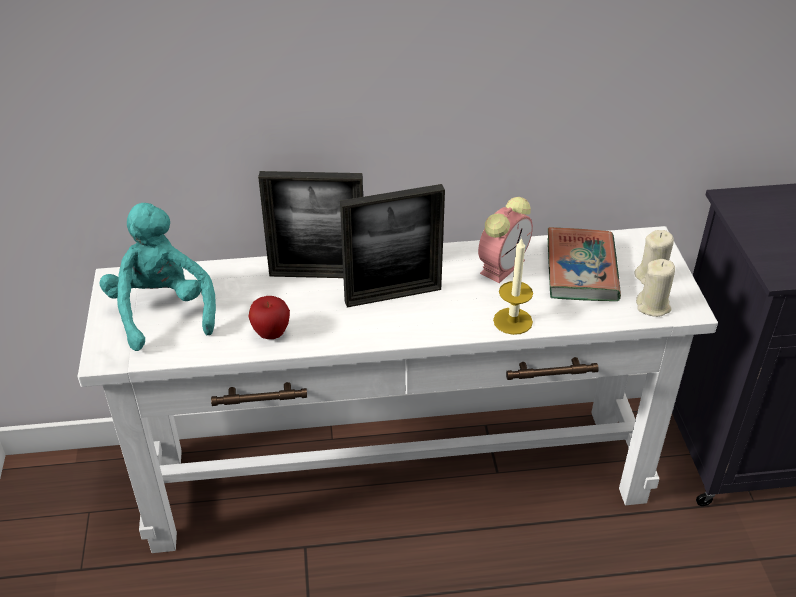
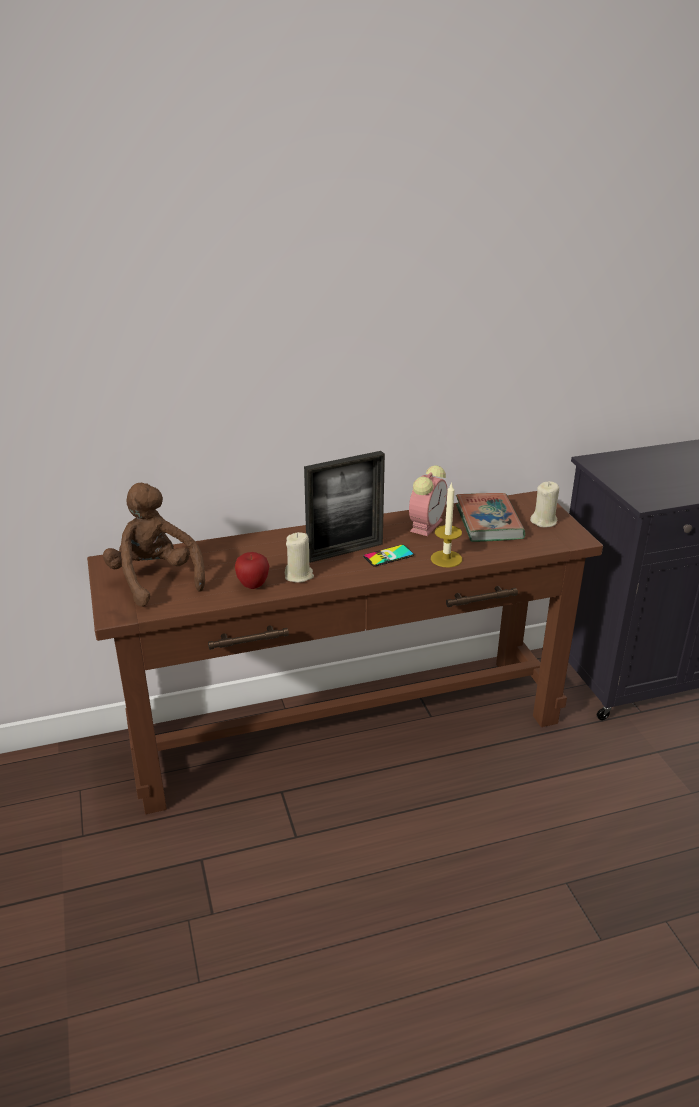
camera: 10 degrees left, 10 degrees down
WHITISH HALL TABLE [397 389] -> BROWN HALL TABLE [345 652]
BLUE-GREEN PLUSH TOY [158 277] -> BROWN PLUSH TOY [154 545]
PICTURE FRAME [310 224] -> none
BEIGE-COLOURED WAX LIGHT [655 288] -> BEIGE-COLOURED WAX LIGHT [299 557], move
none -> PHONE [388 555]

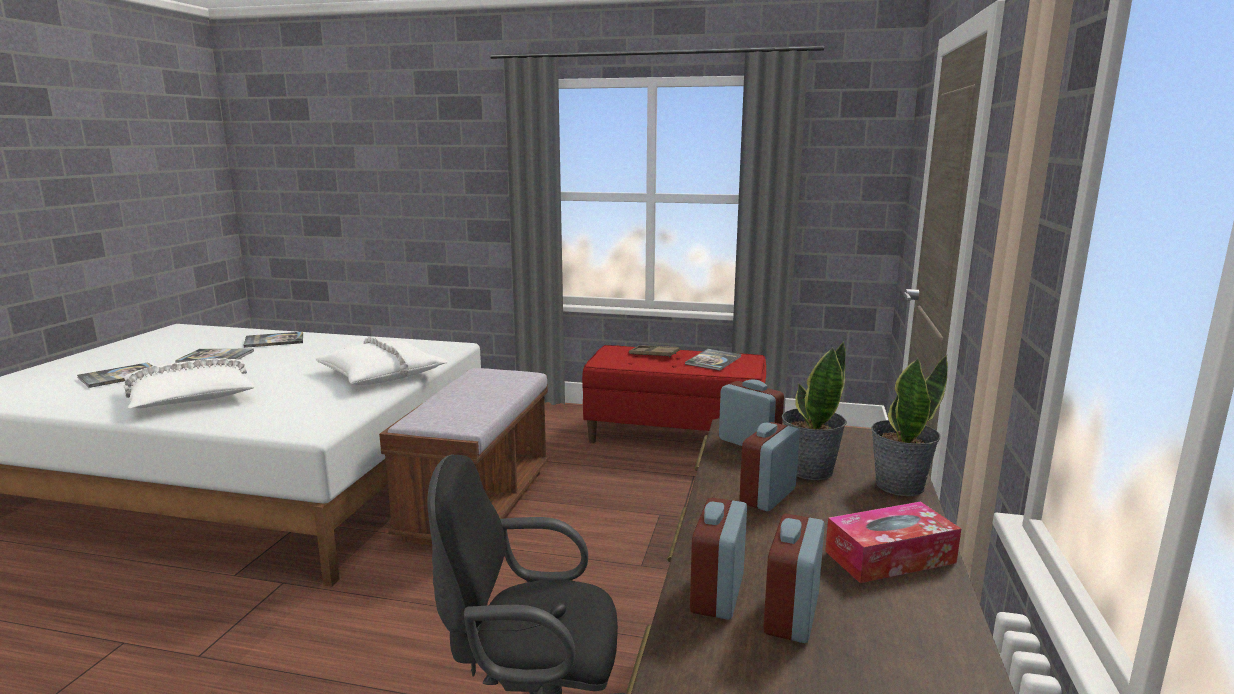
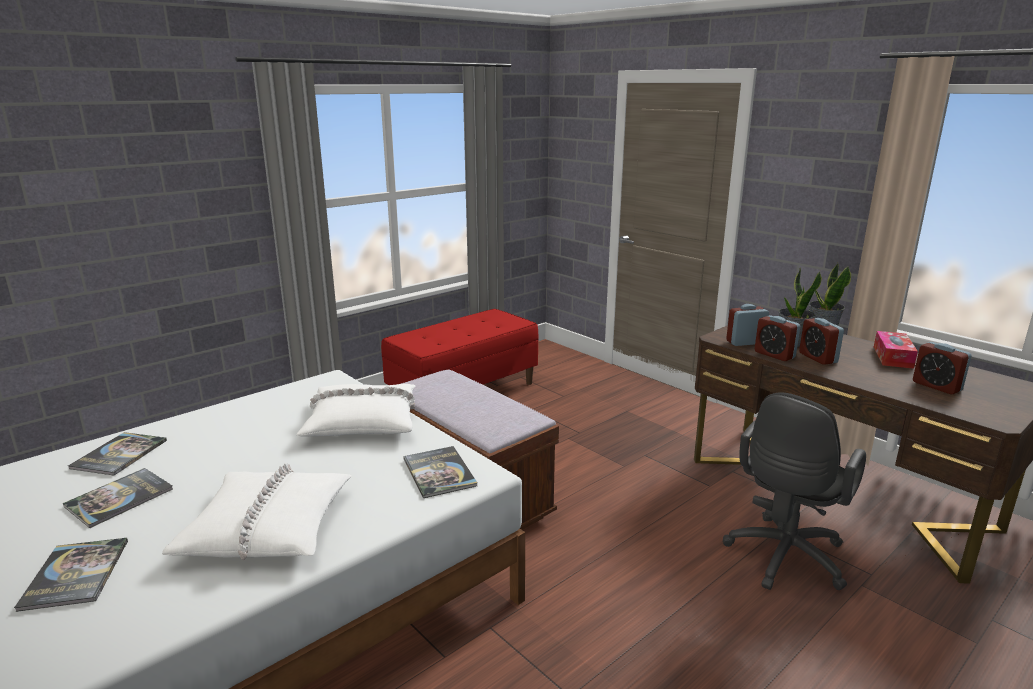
camera: 55 degrees left, 5 degrees up
BROWN SERVING TRAY [654 351] -> none
BOOK [713 360] -> BOOK [440 472], move
ALARM CLOCK [718 559] -> ALARM CLOCK [777 338], move

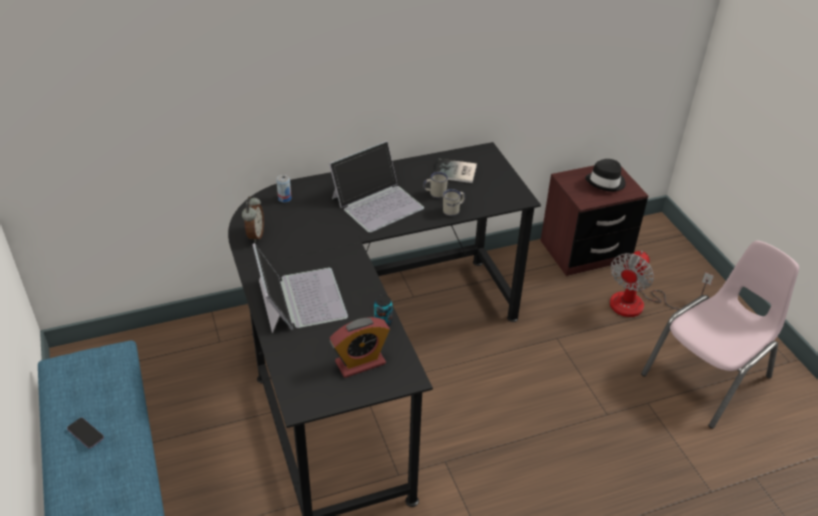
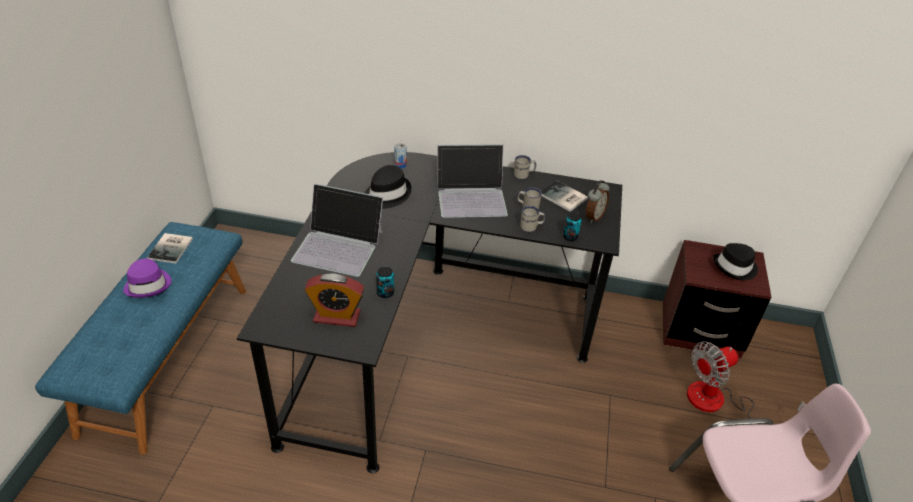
camera: 30 degrees right, 0 degrees up
PHONE [85 433] -> PURPLISH HAT [147 278]
ALARM CLOCK [253 219] -> ALARM CLOCK [598 201], move
PORTABLE COMPUTER [300 288] -> PORTABLE COMPUTER [337 230], 90 degrees clockwise
none -> BOOK [170 248]
none -> BLACK HAT [388 187]
none -> WHITISH COFFEE MUG [525 167]
none -> SEALED CAN [572 226]

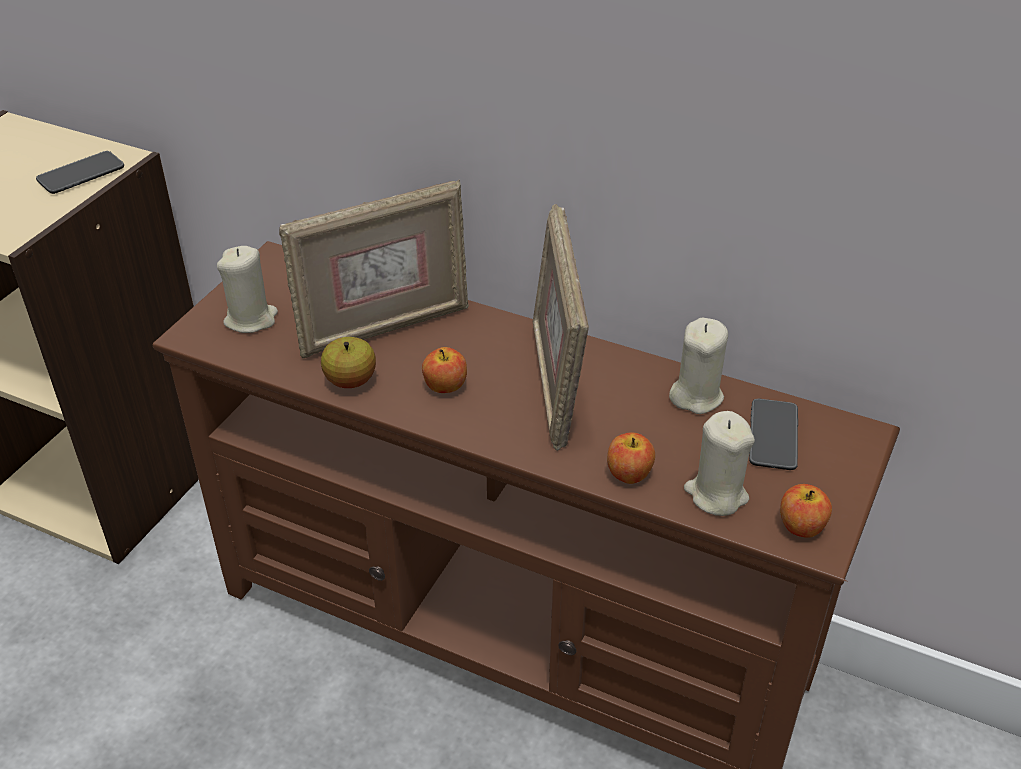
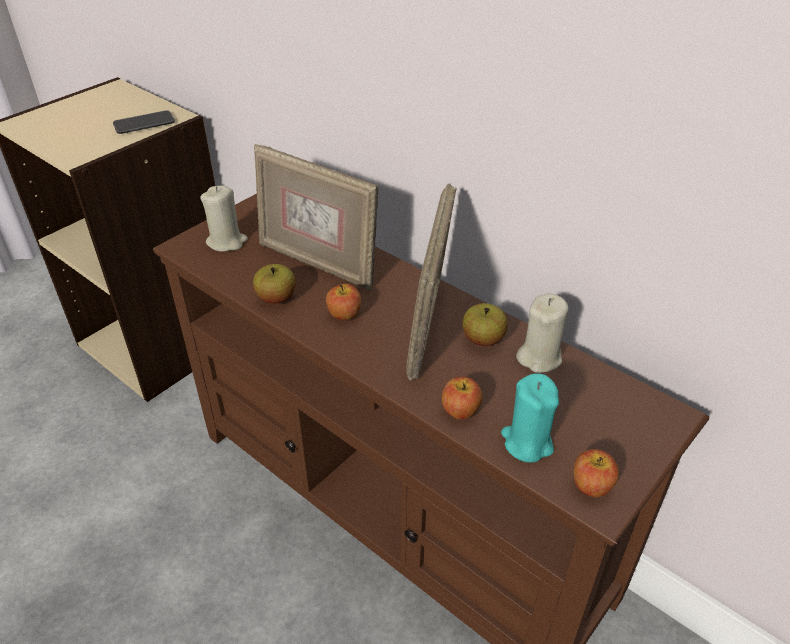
camera: 15 degrees right, 0 degrees up
PICTURE FRAME [374 269] -> PICTURE FRAME [316 217], 45 degrees clockwise
BEIGE-COLOURED WAX LIGHT [719 463] -> BLUE-GREEN WAX LIGHT [530 418]
PHONE [773 434] -> none
none -> APPLE [485 324]

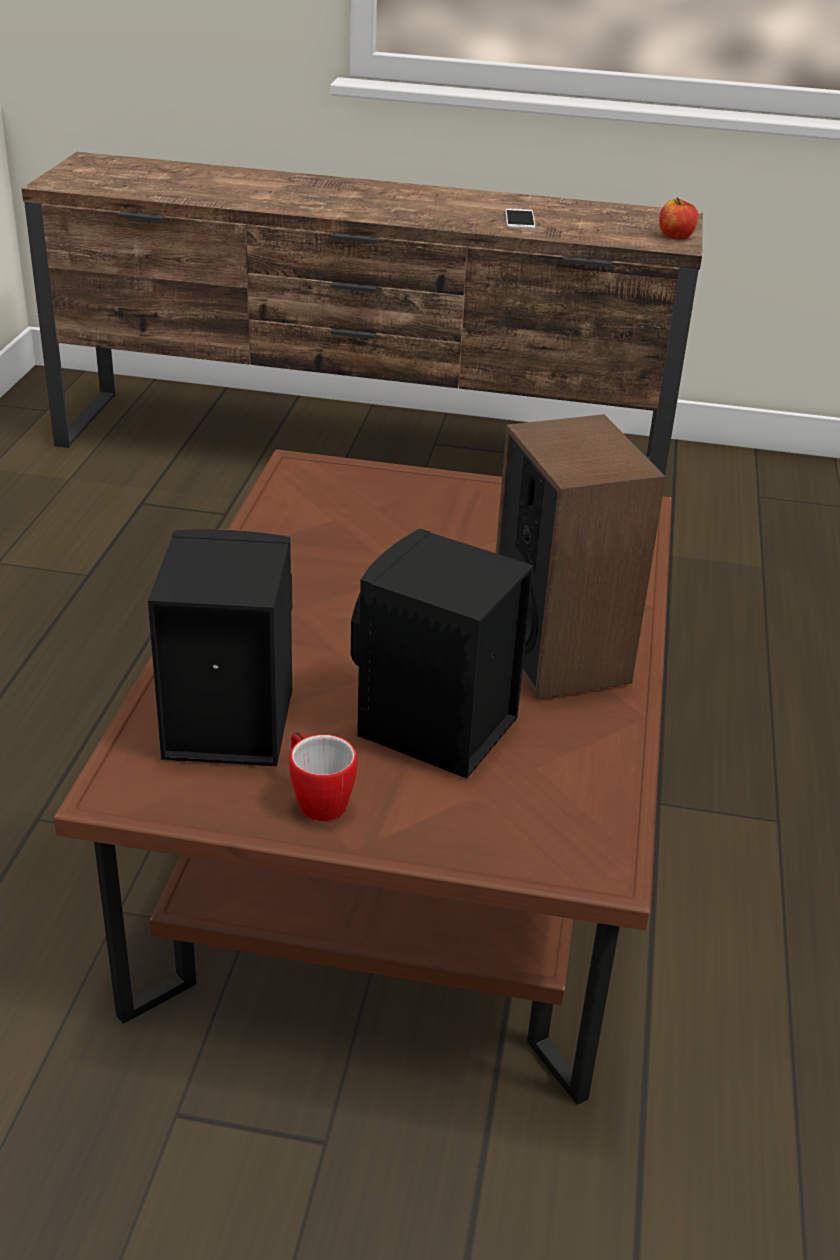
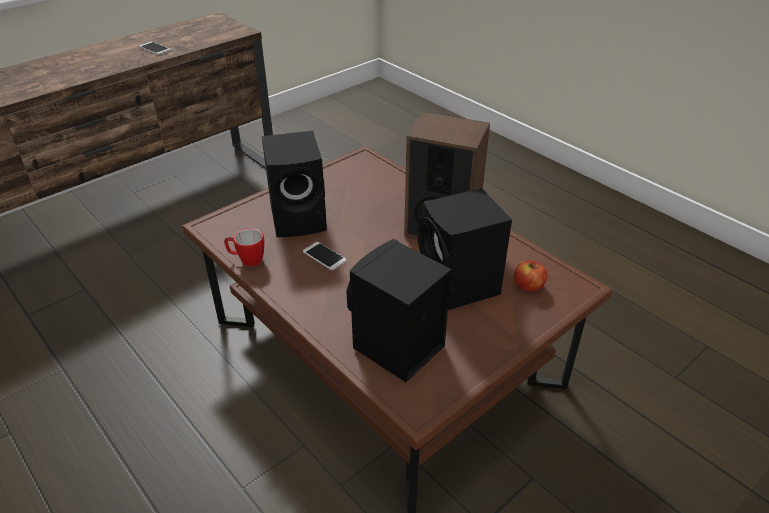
camera: 50 degrees left, 5 degrees up
COFFEE MUG [323 776] -> COFFEE MUG [244 247], move
APPLE [678 218] -> APPLE [530 275], move
none -> BLACK AUDIO SPEAKER [294 184]
none -> PHONE [325 256]

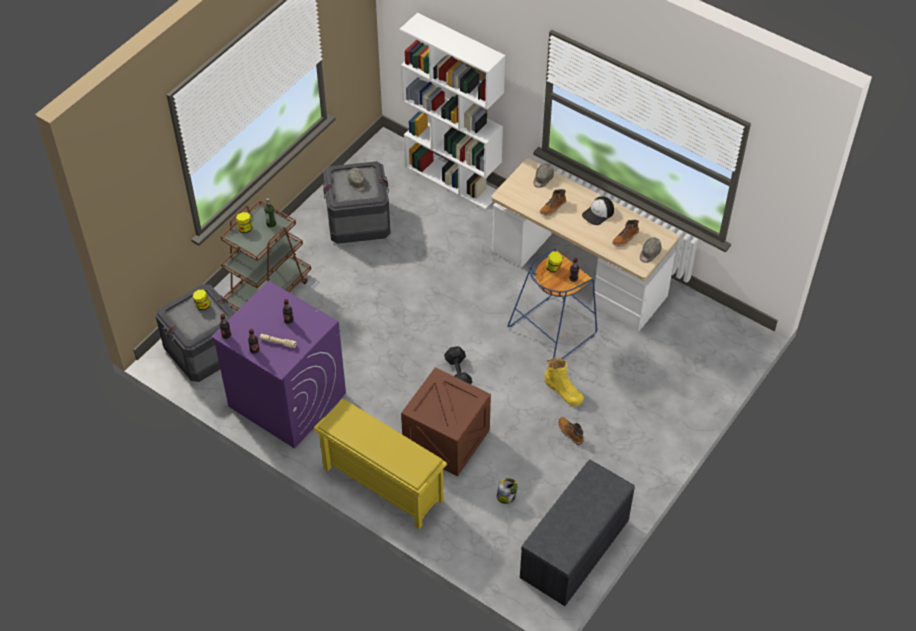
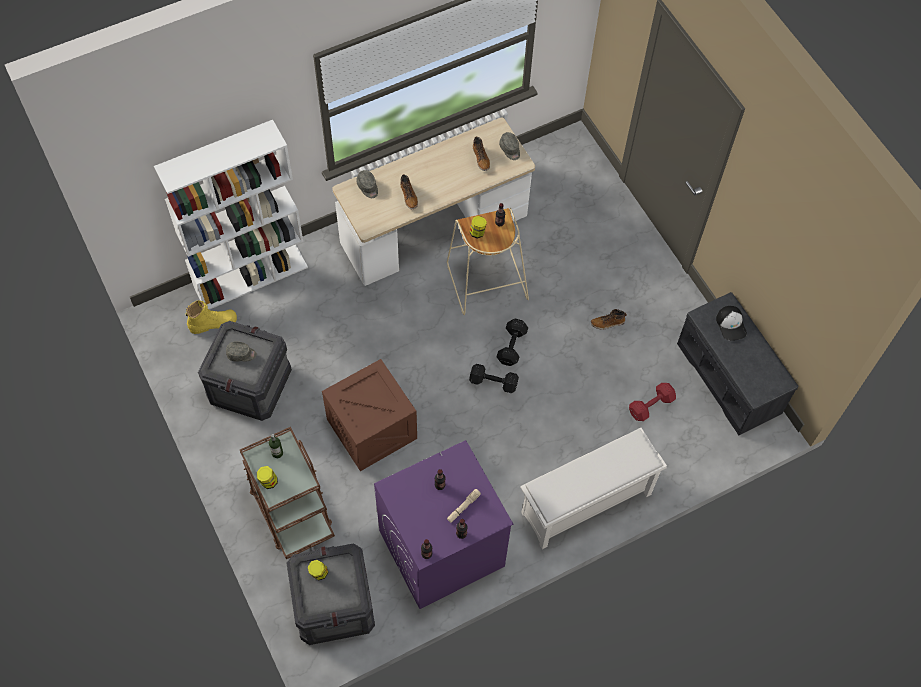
camera: 65 degrees left, 10 degrees up
YELLOW SHOE RACK [380 464] -> WHITISH SHOE RACK [593 488]
PACKING CRATE [446 421] -> PACKING CRATE [369 415], move
PRESERVE JAR [507 491] -> RED-COLOURED DUMBBELL [652 402]
BLUE SITTING STOOL [552 304] -> BEIGE-COLOURED SITTING STOOL [488 261]
YELLOW BOOT [564 382] -> YELLOW BOOT [211 317], move
CAP [598 210] -> CAP [731 323], move
none -> BLACK DUMBBELL [512 342]

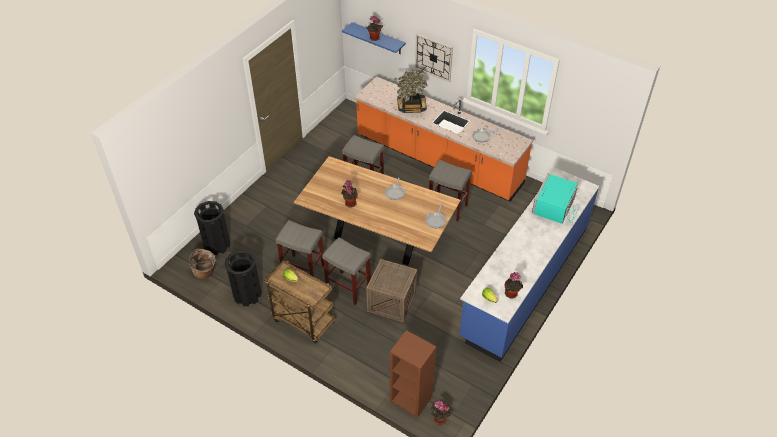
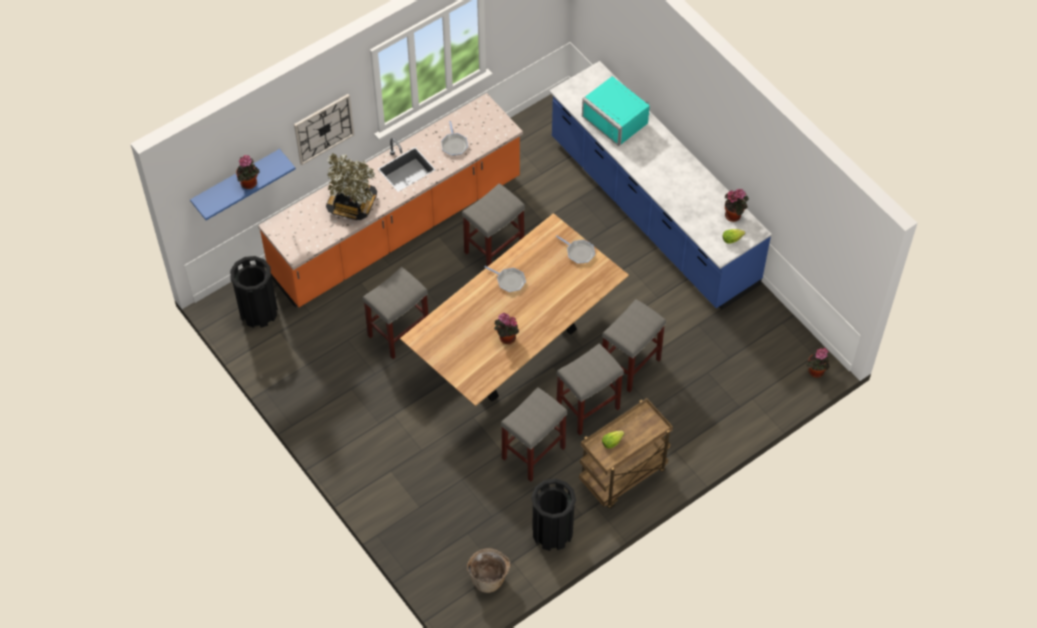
camera: 70 degrees left, 10 degrees up
BLACK TRASH CAN [212 228] -> BLACK TRASH CAN [254 292], move
PACKING CRATE [391 290] -> GREYISH SITTING STOOL [634 345]
BROWN BOOKSHELF [413 374] -> none

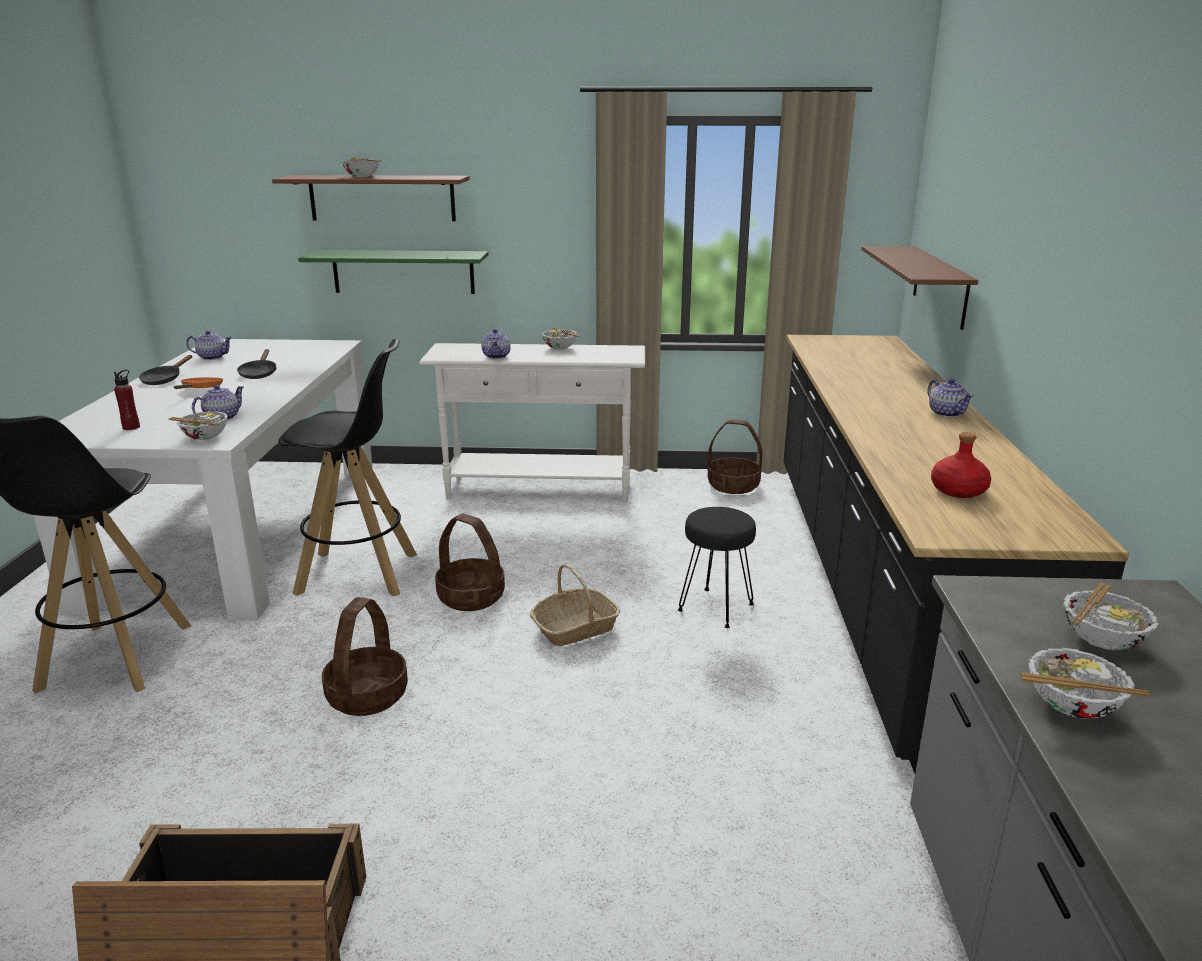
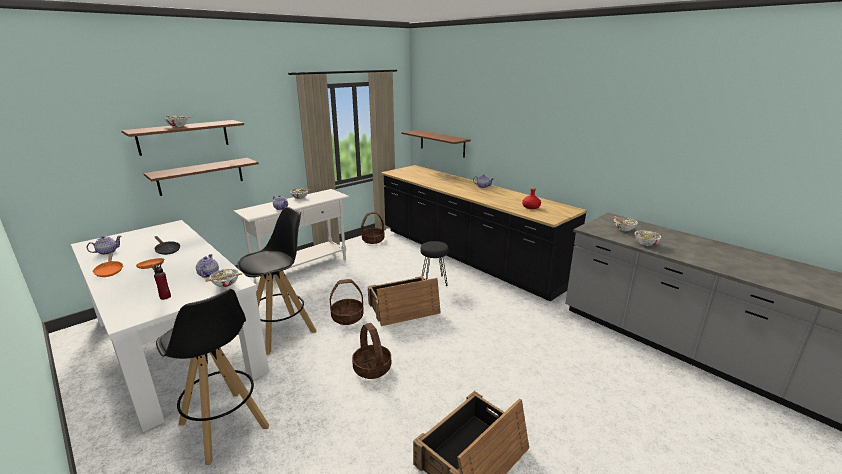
camera: 45 degrees left, 0 degrees up
BLACK FRYING PAN [165 370] -> ORANGE-COLOURED FRYING PAN [108 264]
GREENISH BRACKET SHELF [393 272] -> BROWN BRACKET SHELF [201 177]
BASKET [575 605] -> PACKING CRATE [404 301]

